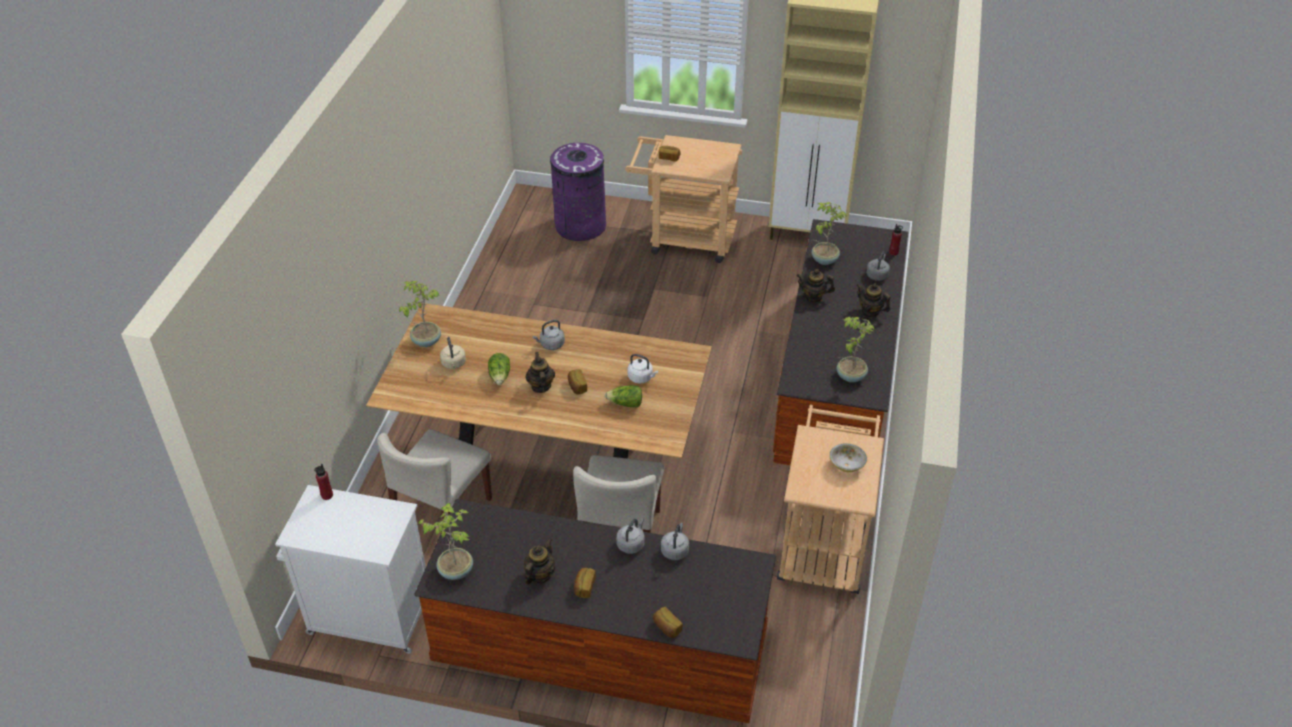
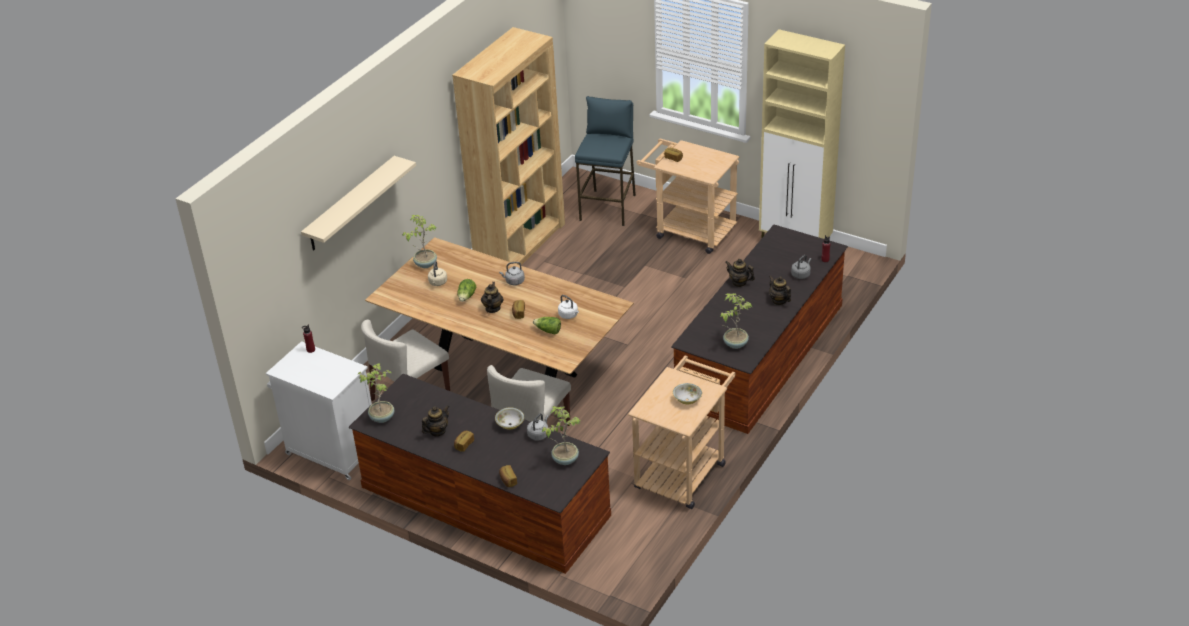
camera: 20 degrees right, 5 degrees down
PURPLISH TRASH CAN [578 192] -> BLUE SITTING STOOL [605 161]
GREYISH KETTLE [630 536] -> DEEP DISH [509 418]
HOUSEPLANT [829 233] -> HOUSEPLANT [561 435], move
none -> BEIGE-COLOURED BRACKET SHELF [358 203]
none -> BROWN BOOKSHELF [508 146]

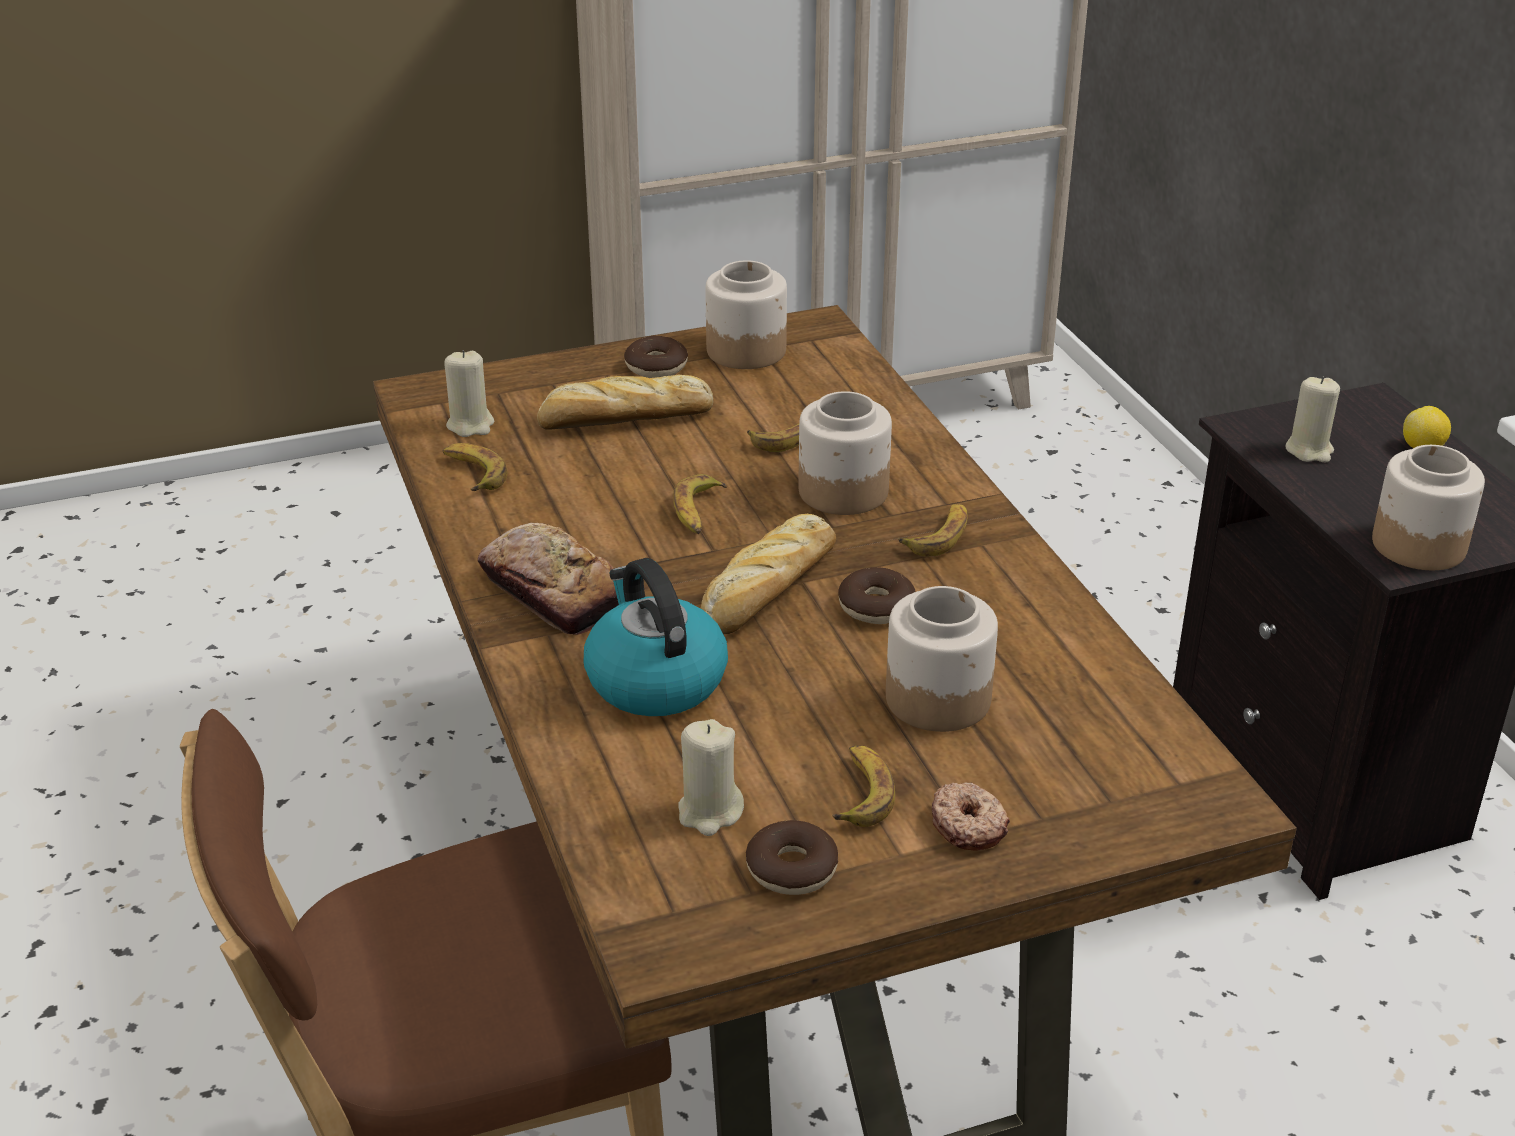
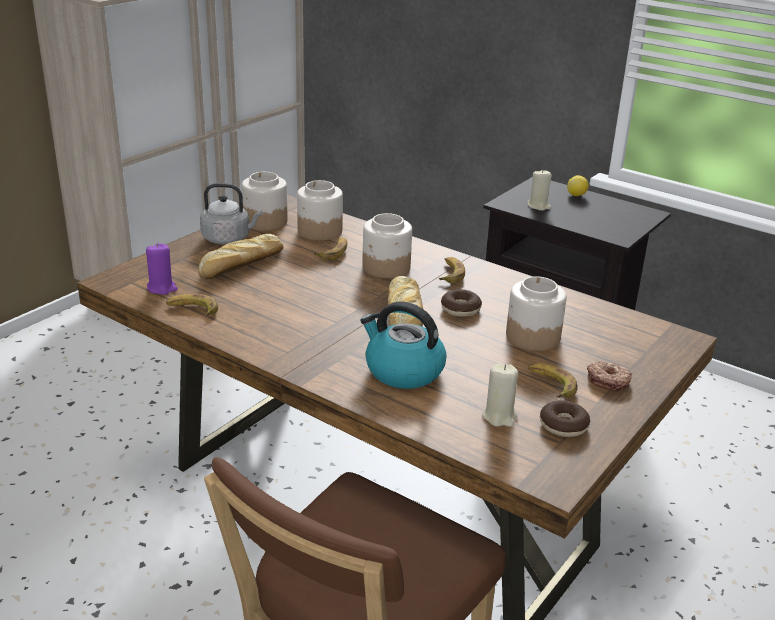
camera: 35 degrees left, 5 degrees down
BEIGE-COLOURED WAX LIGHT [469 393] -> PURPLISH WAX LIGHT [162 269]
BREAD [548 579] -> none
DOUGHNUT [656 357] -> GREYISH KETTLE [231 213]
BANANA FRUIT [700 504] -> none
PRESERVE JAR [1428 507] -> PRESERVE JAR [320 210], move

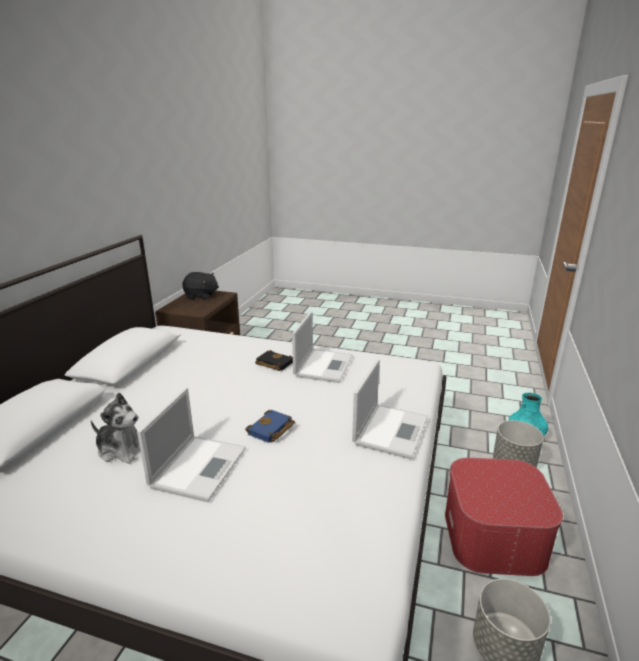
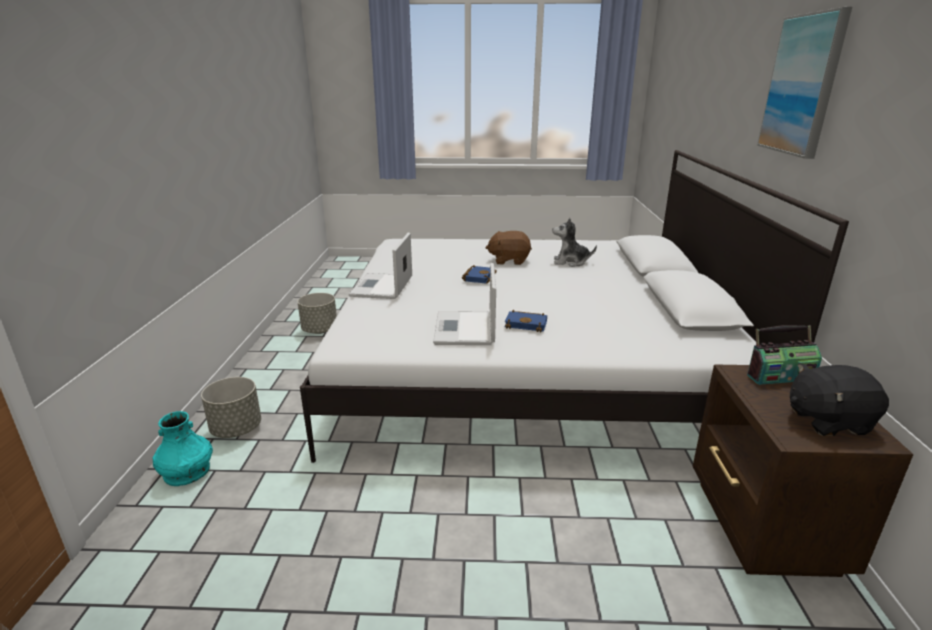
camera: 165 degrees right, 0 degrees up
PORTABLE COMPUTER [191 445] -> BROWN PLUSH TOY [508 248]
BLACK BOOK [274 360] -> BLUE BOOK [526 321]
OTTOMAN [504 517] -> none
none -> RADIO SET [784 355]
none -> PICTURE [804 83]

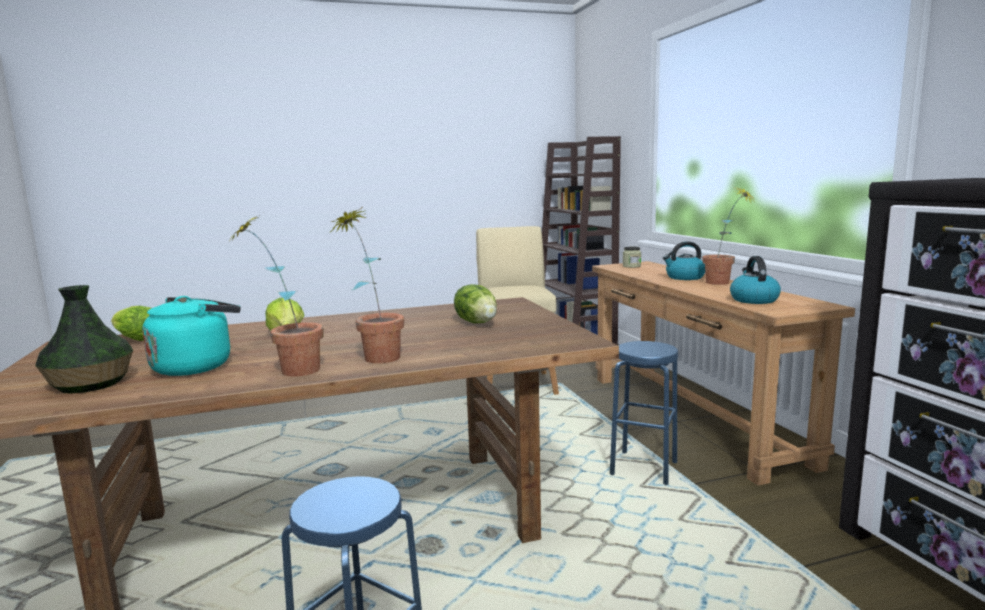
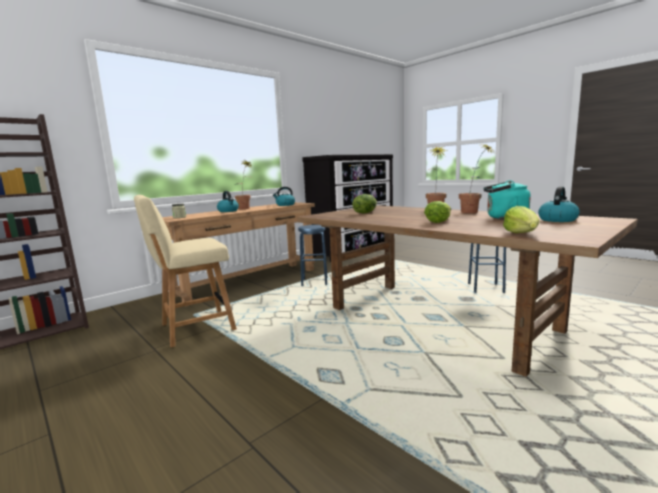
camera: 115 degrees left, 0 degrees up
VASE [84 339] -> KETTLE [559 204]

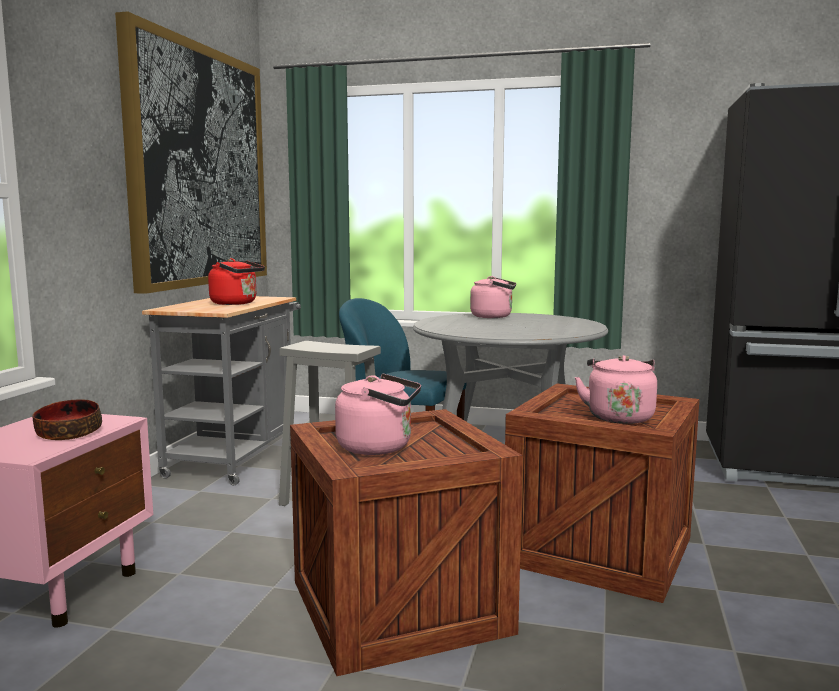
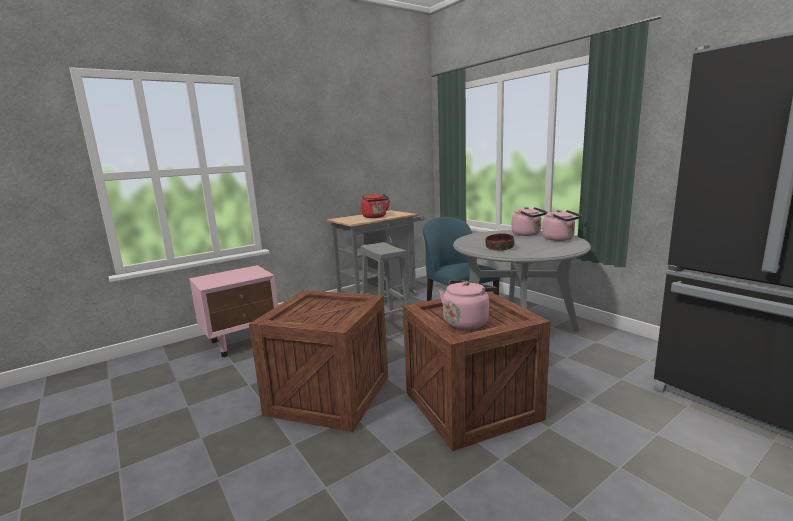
camera: 40 degrees right, 5 degrees up
DEEP DISH [67 419] -> DEEP DISH [499 242], move
PICTURE [191 152] -> none
PINK-COLOURED KETTLE [378 414] -> PINK-COLOURED KETTLE [562 225], move

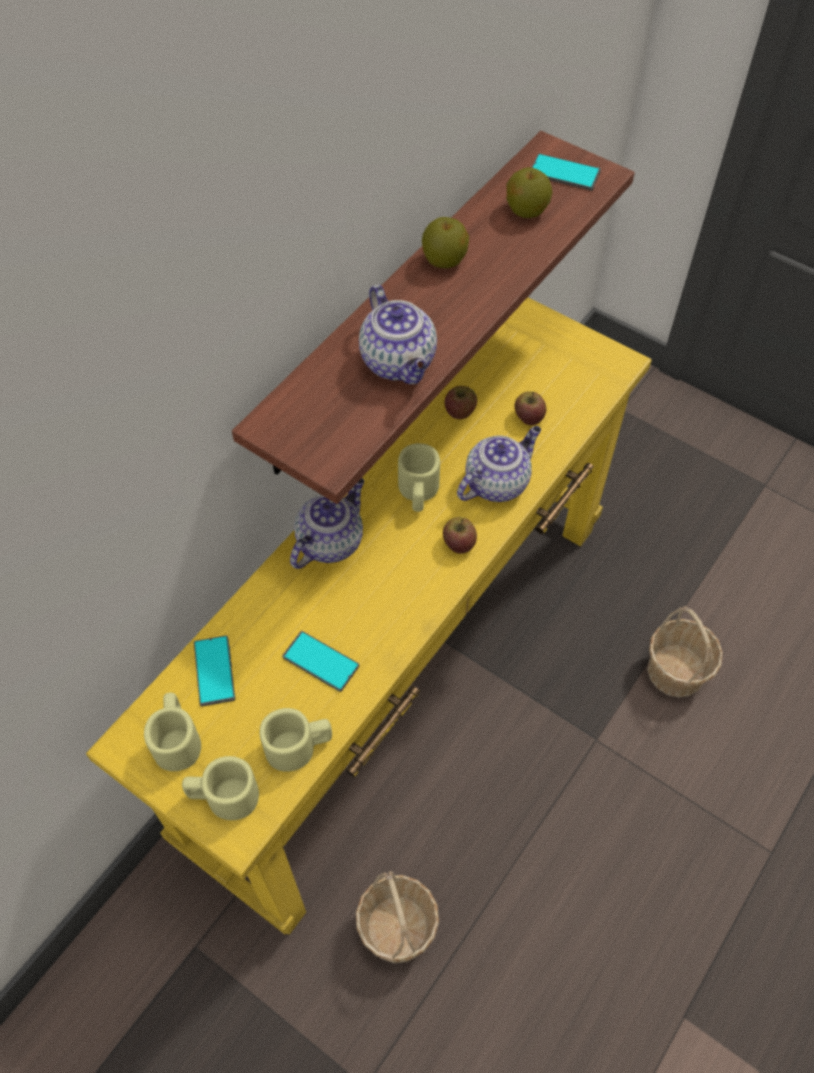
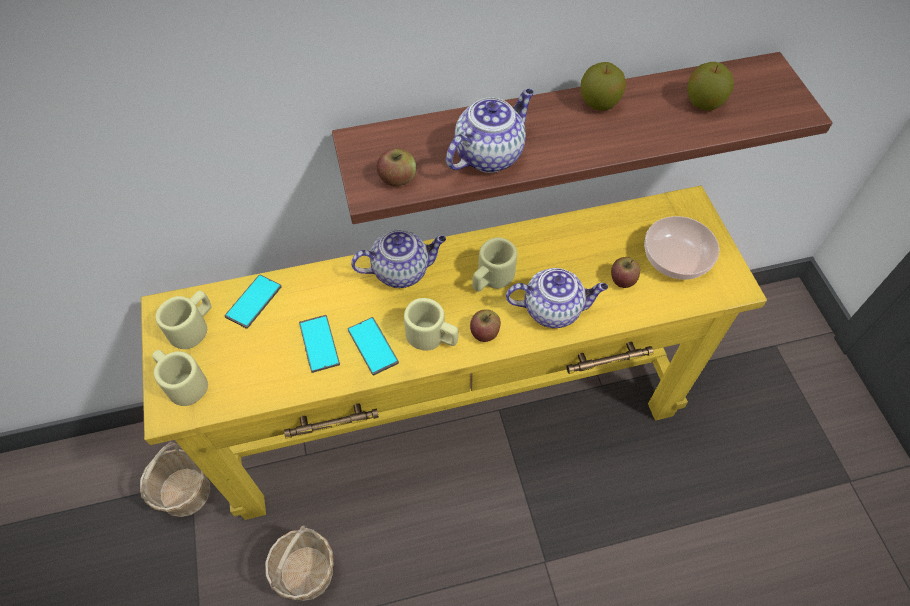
camera: 40 degrees right, 0 degrees up
BEIGE-COLOURED COFFEE MUG [296 740] -> BEIGE-COLOURED COFFEE MUG [431 324], move
TEAPOT [398 334] -> TEAPOT [490 131], 150 degrees counterclockwise
APPLE [461 402] -> APPLE [396 167], move
PHONE [566 172] -> PHONE [373 346], move
BASKET [685 651] -> BASKET [175 479], move
none -> DEEP DISH [681 248]

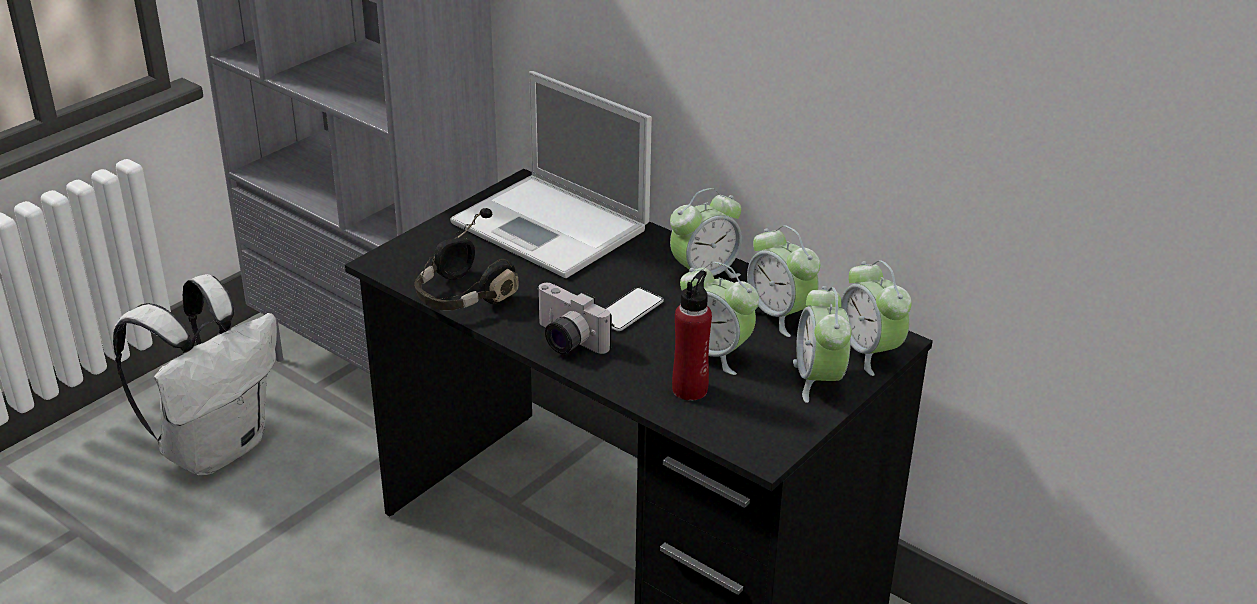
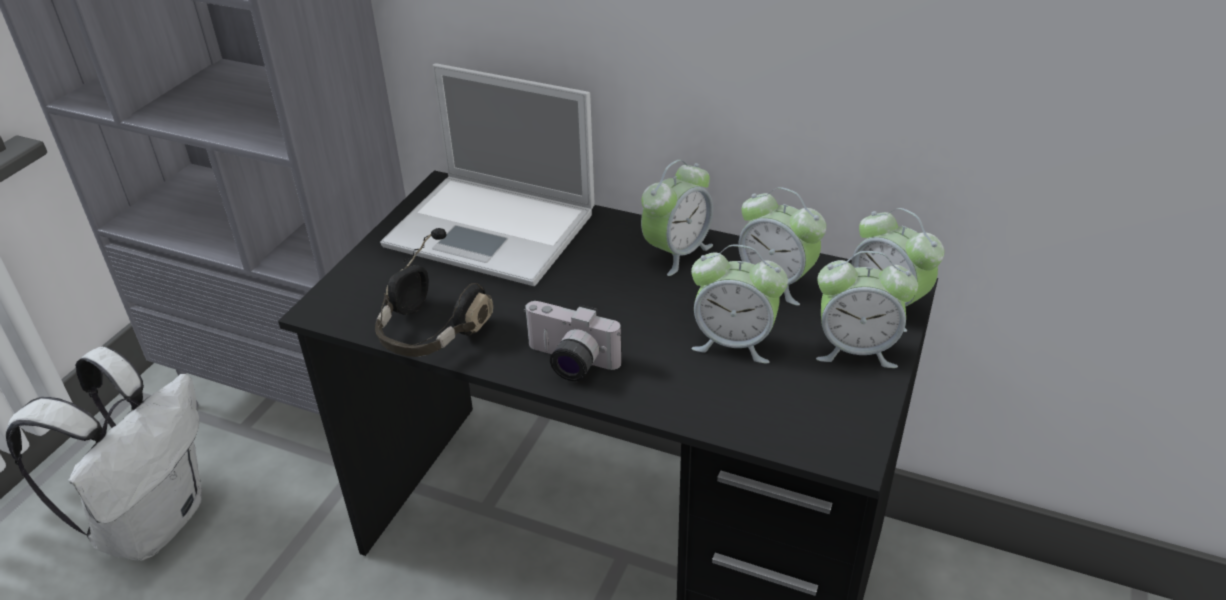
camera: 15 degrees left, 5 degrees up
PHONE [634 309] -> none
RED-COLOURED BOTTLE [692 335] -> none
ALARM CLOCK [822 344] -> ALARM CLOCK [867 309], 60 degrees counterclockwise

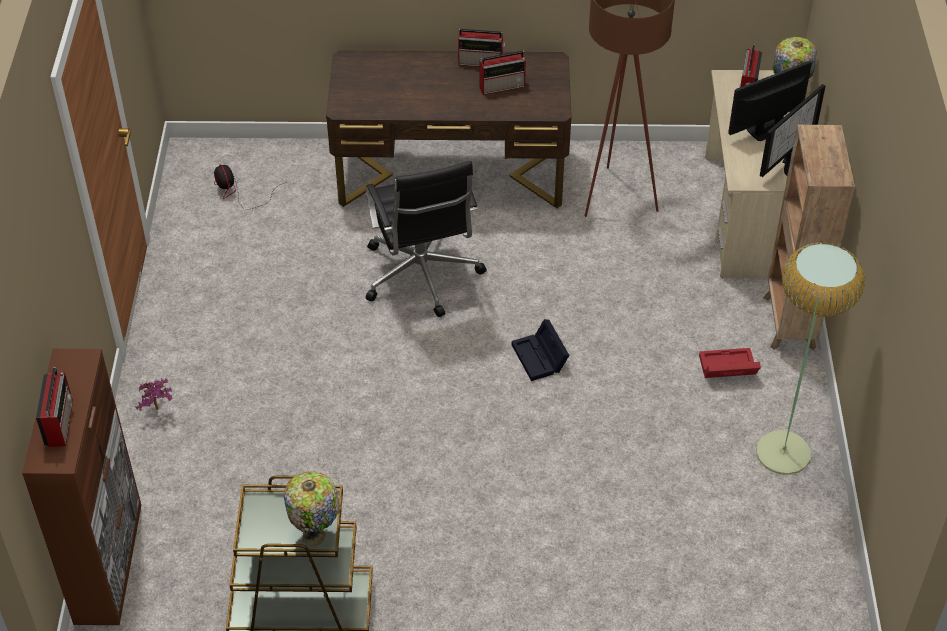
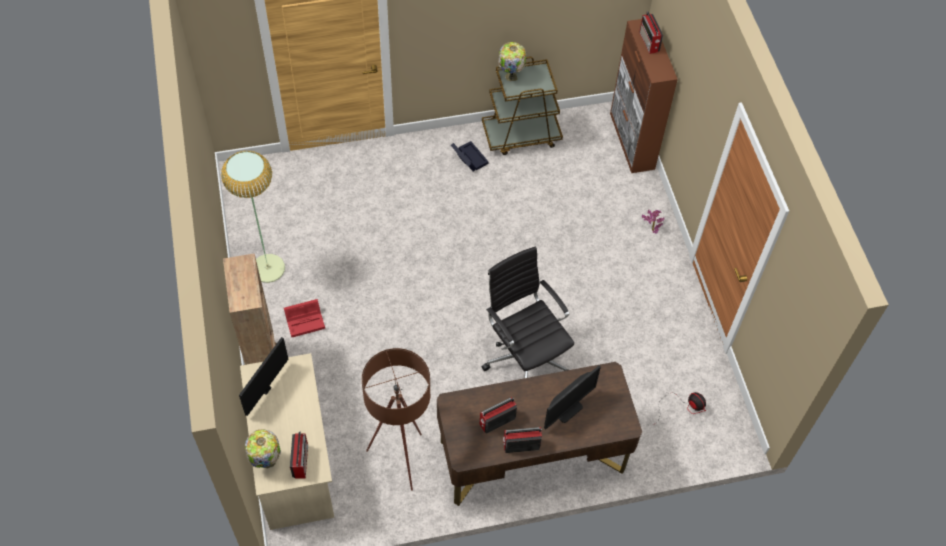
camera: 165 degrees right, 10 degrees up
BLACK STORAGE CONTAINER [540 350] -> BLACK STORAGE CONTAINER [469 156], move
MONITOR [770 101] -> MONITOR [572 397], move

